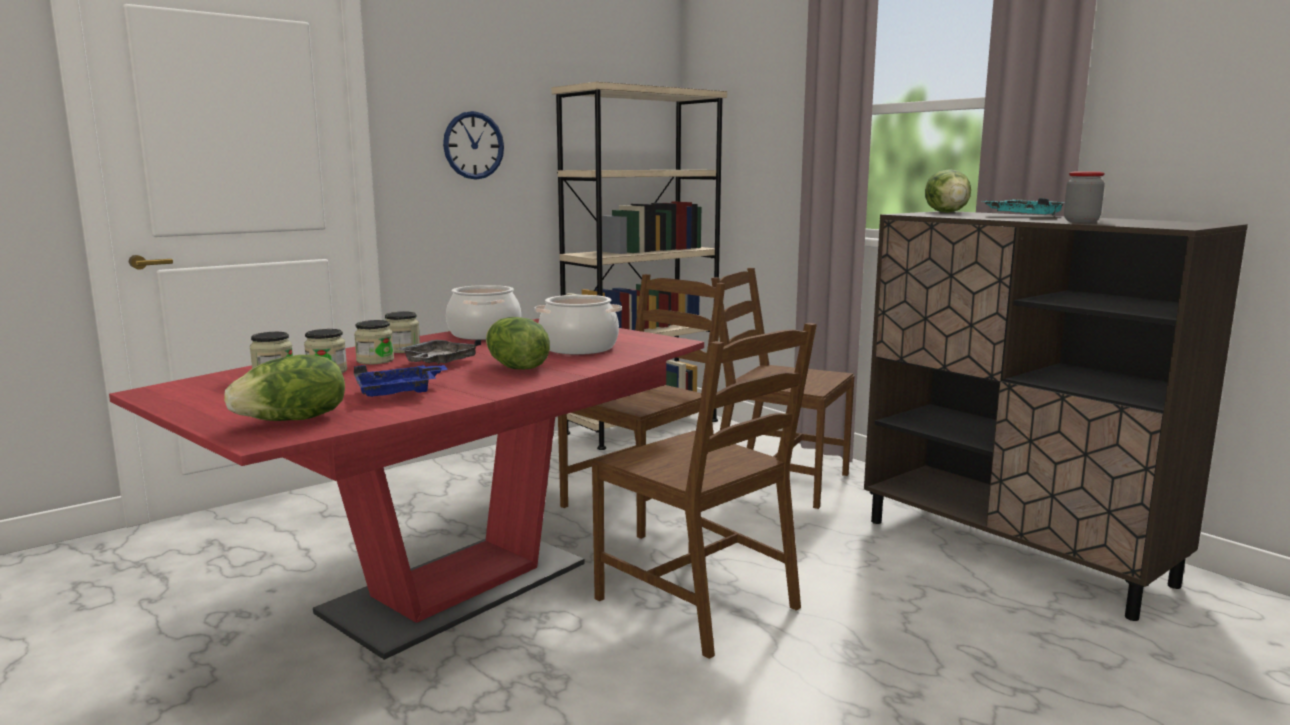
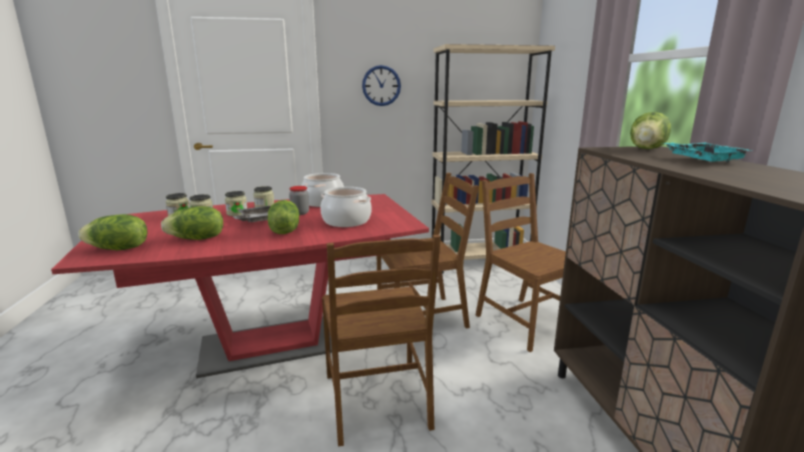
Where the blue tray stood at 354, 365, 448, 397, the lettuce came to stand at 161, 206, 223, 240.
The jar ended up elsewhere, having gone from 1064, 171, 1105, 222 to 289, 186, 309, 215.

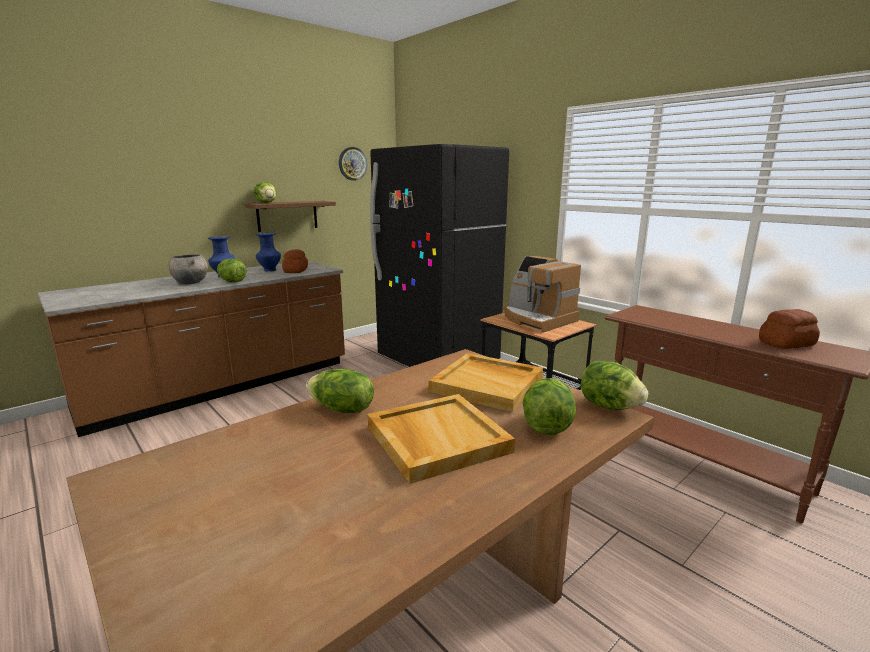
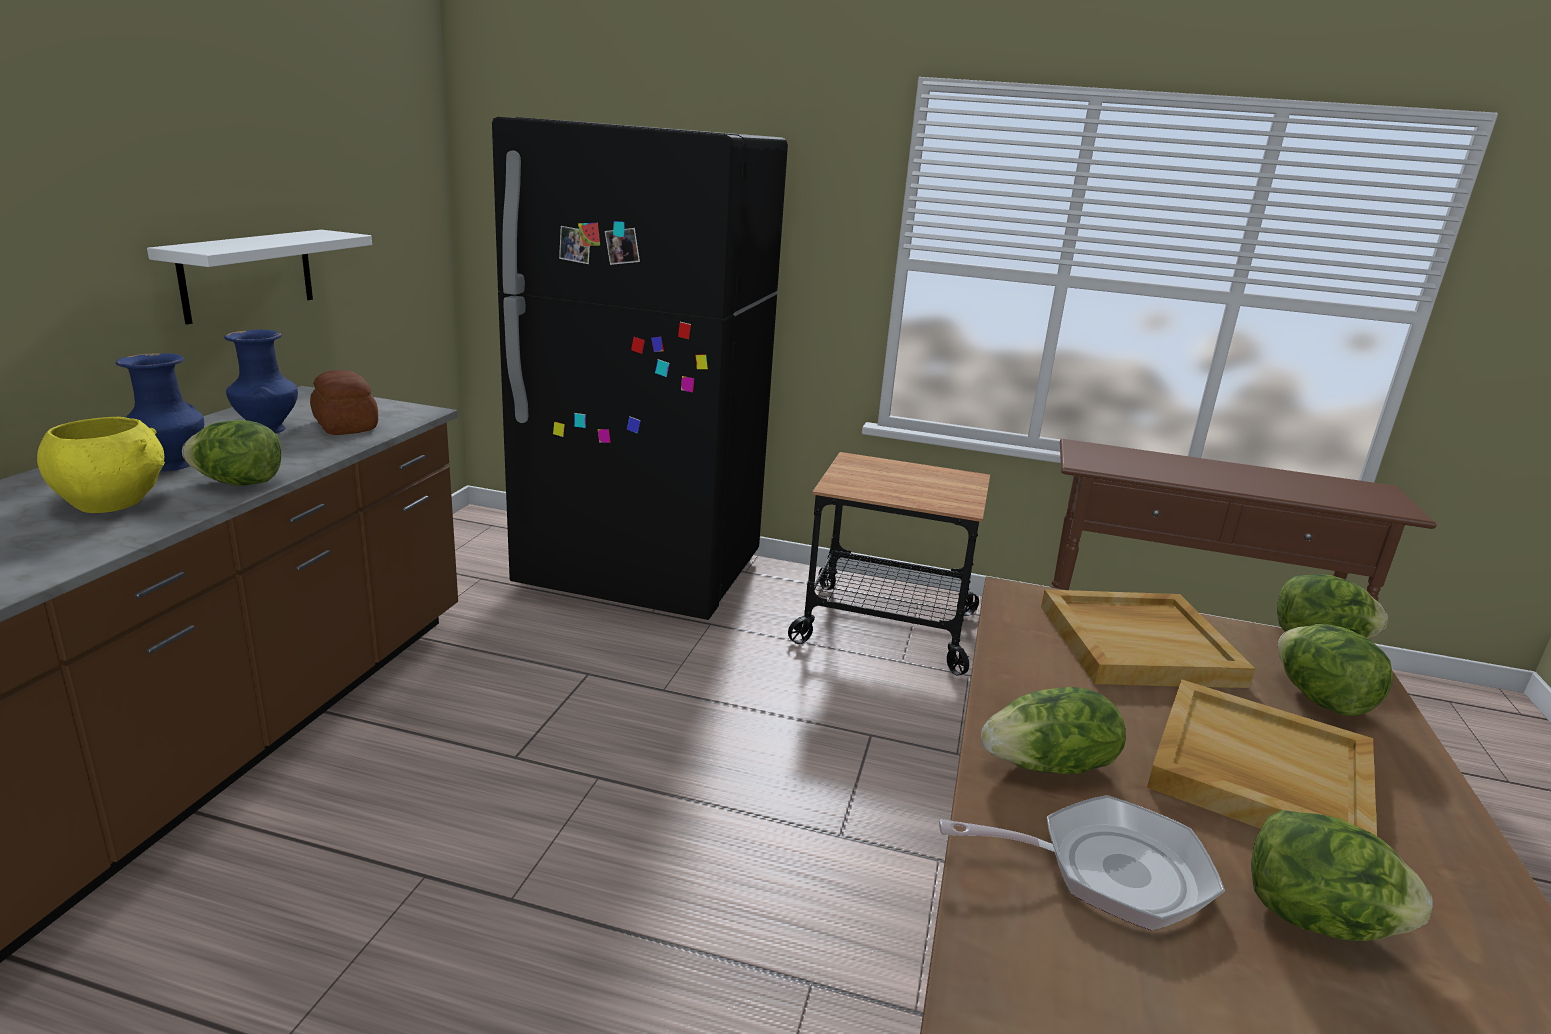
What was the grey bowl at 169, 254, 208, 285 turned into the yellow bowl at 37, 417, 165, 513.
What was the brown shelf at 245, 201, 336, 232 turned into the white shelf at 147, 230, 372, 325.
The second view gained the frying pan at 939, 795, 1225, 930.
The lettuce ended up elsewhere, having gone from 254, 182, 277, 203 to 1251, 810, 1433, 941.
The second view lost the wall clock at 339, 147, 367, 180.
The second view lost the coffee machine at 503, 256, 581, 333.
The second view lost the bread at 759, 309, 820, 349.

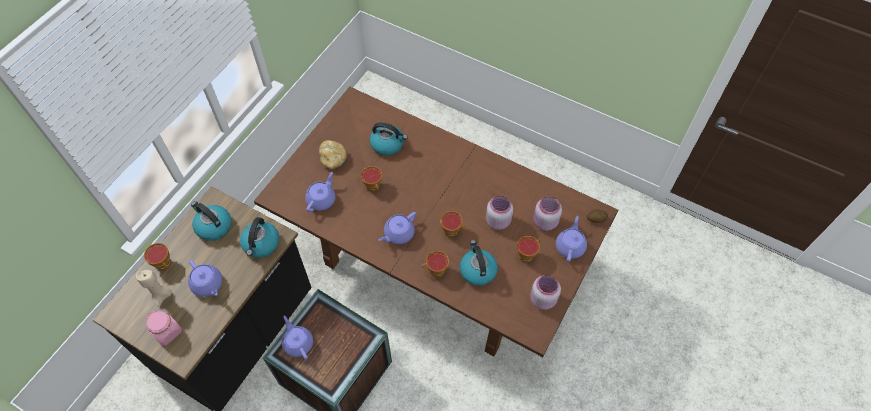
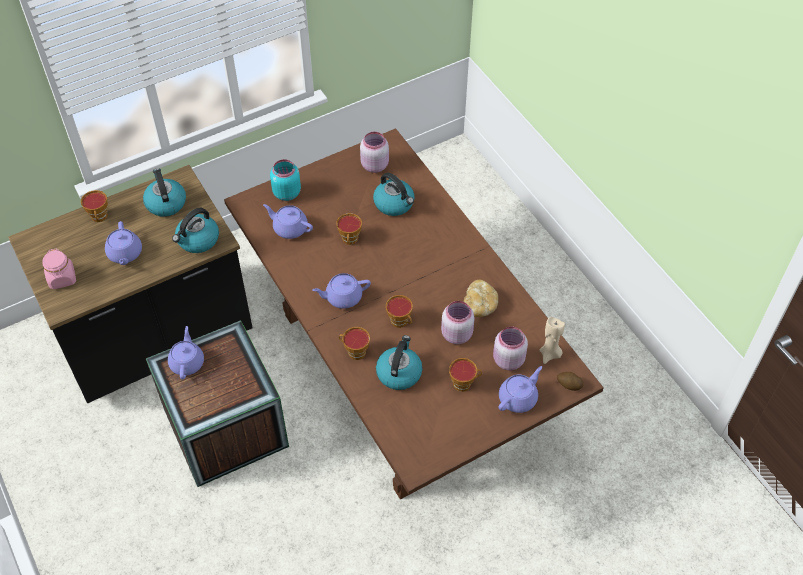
The purple teapot at 305, 172, 335, 212 ended up facing another way, 120 degrees counterclockwise from before.
The second view gained the turquoise jar at 270, 159, 301, 201.
The pink jar ended up elsewhere, having gone from 530, 275, 561, 310 to 360, 132, 389, 173.
The bread ended up elsewhere, having gone from 319, 140, 347, 169 to 464, 280, 498, 317.
The beige candle ended up elsewhere, having gone from 136, 270, 172, 307 to 539, 317, 565, 364.

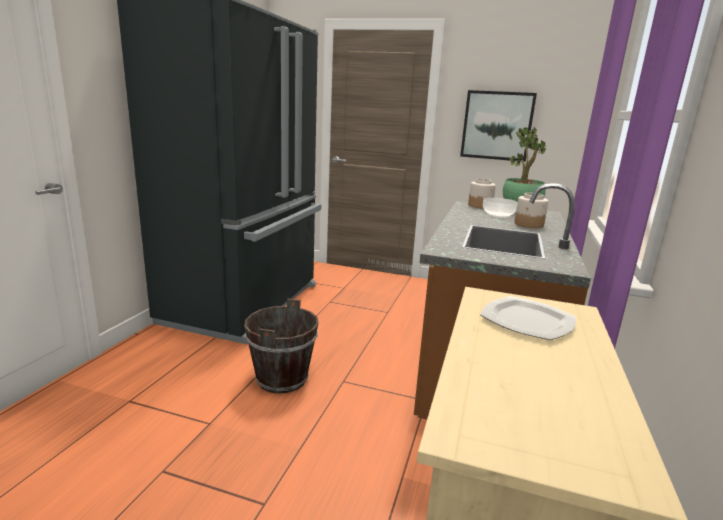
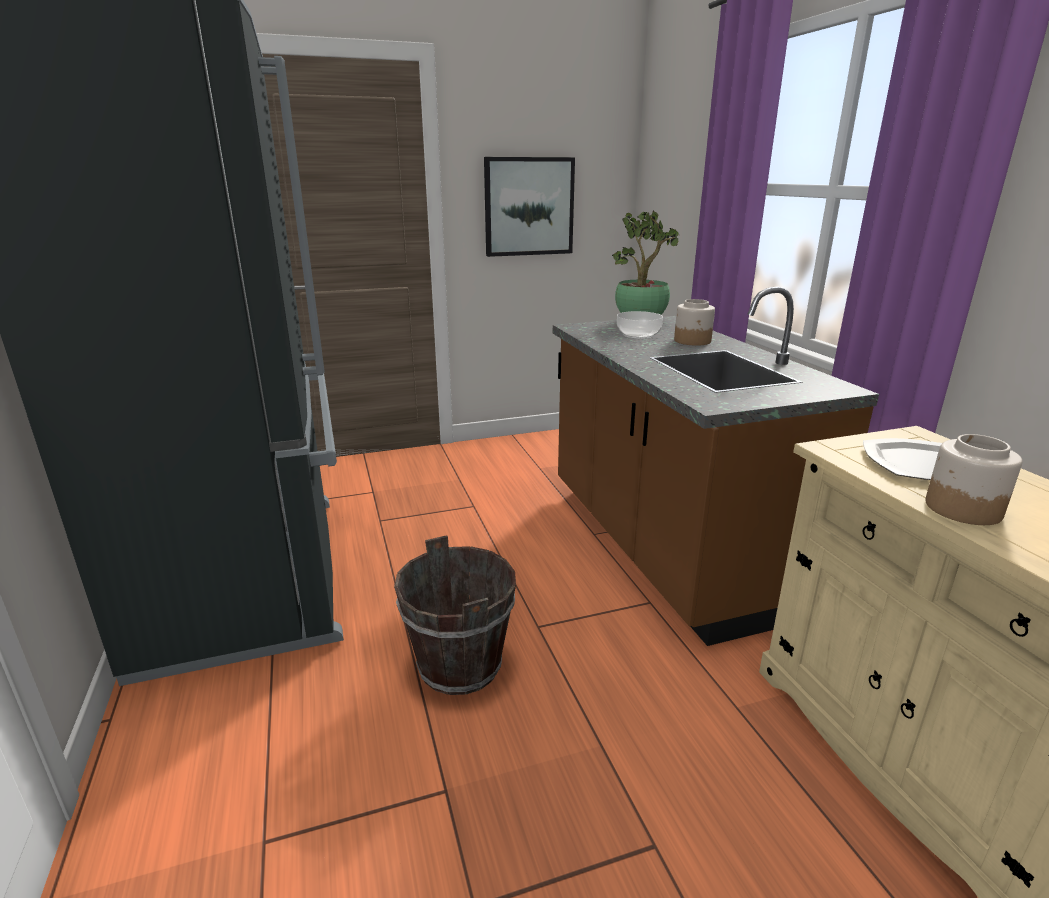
The jar ended up elsewhere, having gone from 468, 179, 496, 209 to 925, 434, 1022, 525.

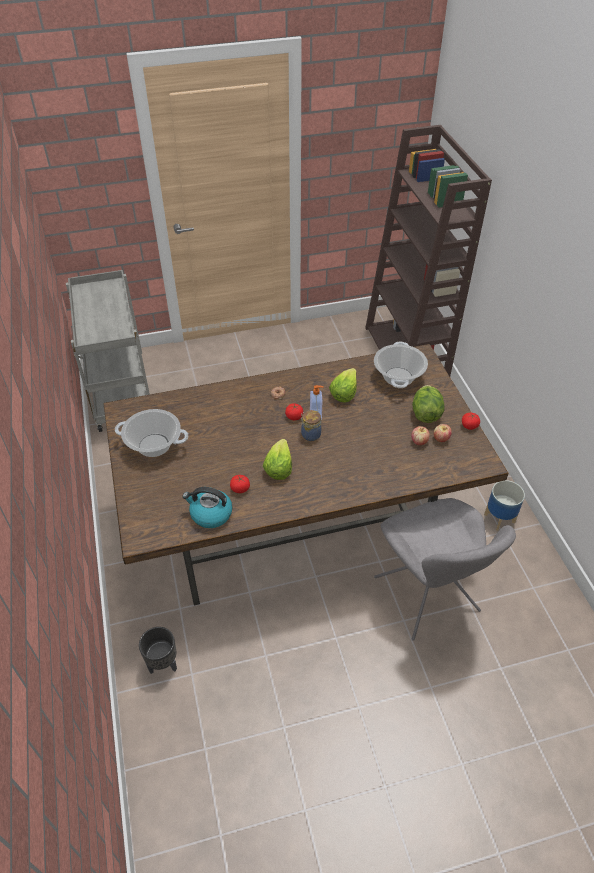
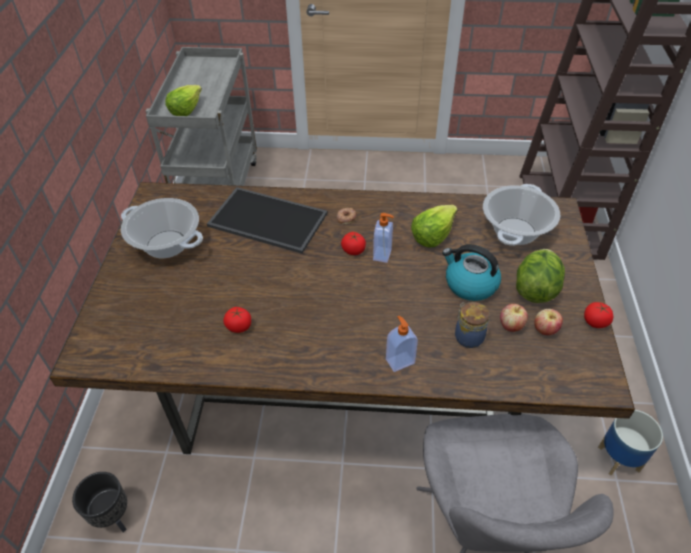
The lettuce ended up elsewhere, having gone from 263, 439, 292, 480 to 165, 85, 202, 116.
The second view gained the tray at 207, 187, 328, 254.
The second view gained the soap dispenser at 386, 316, 418, 372.
The kettle ended up elsewhere, having gone from 182, 487, 232, 528 to 442, 244, 501, 301.
The jar ended up elsewhere, having gone from 300, 410, 321, 441 to 455, 302, 489, 348.

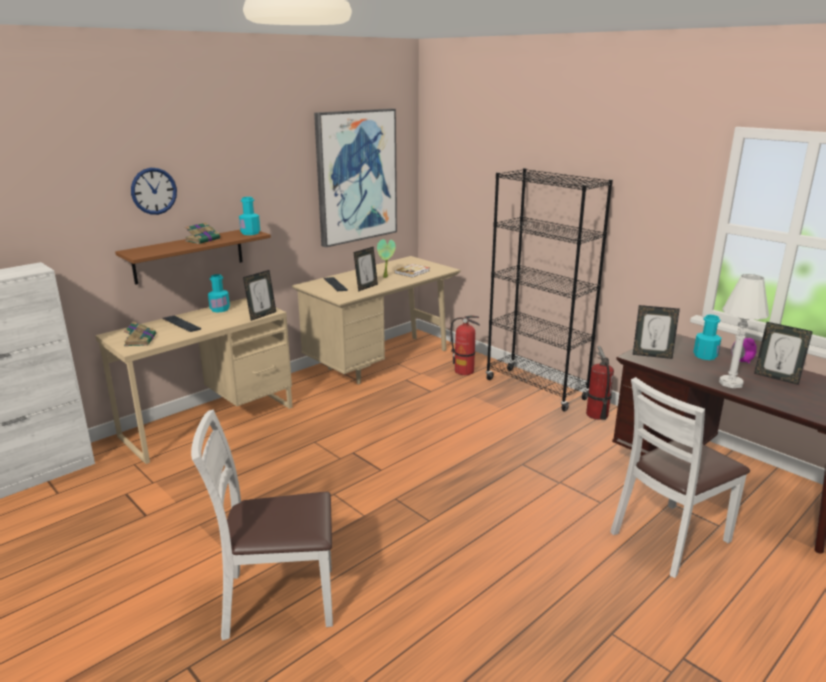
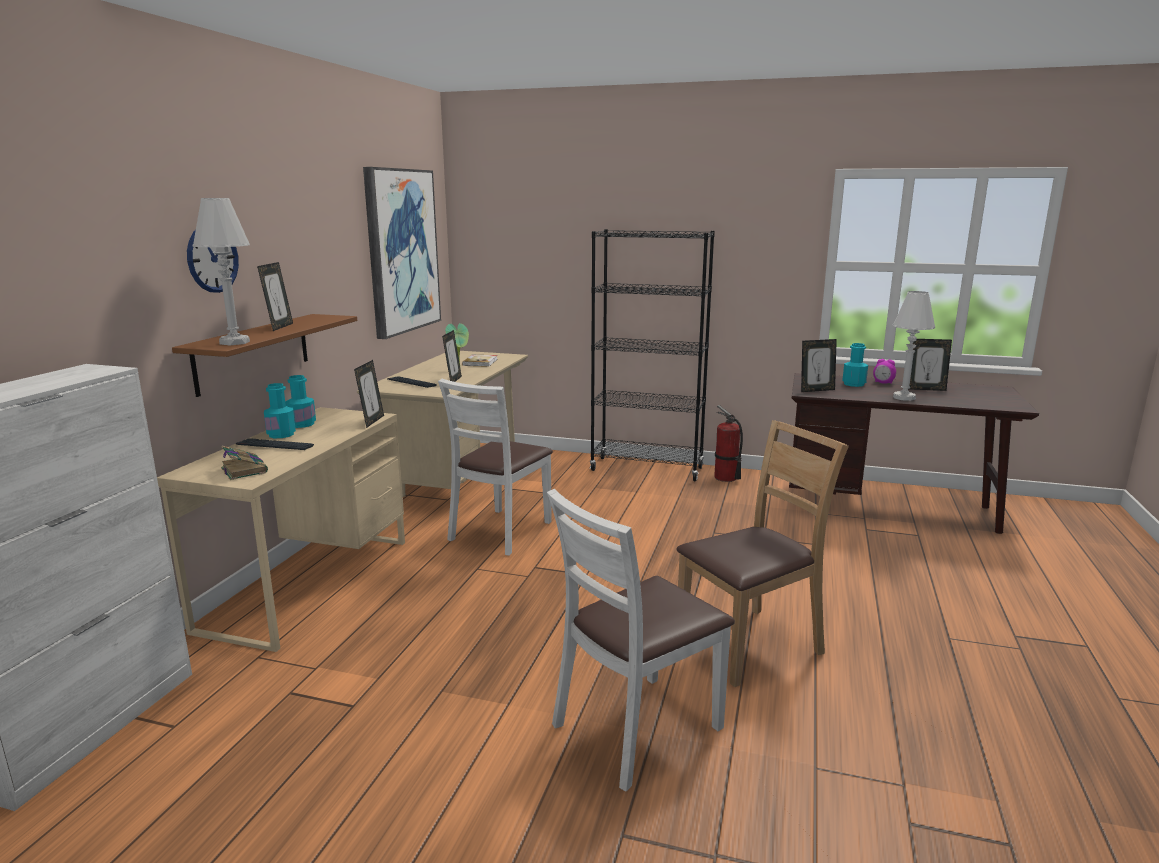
The second view gained the white table lamp at 193, 198, 250, 345.
Where the book stood at 185, 222, 220, 244, the picture frame came to stand at 257, 262, 293, 331.
The turquoise bottle ended up elsewhere, having gone from 239, 197, 260, 235 to 264, 383, 296, 438.
The white chair ended up elsewhere, having gone from 610, 377, 750, 578 to 438, 379, 553, 556.
The second view gained the brown chair at 677, 420, 849, 687.
The second view lost the fire extinguisher at 450, 316, 480, 375.

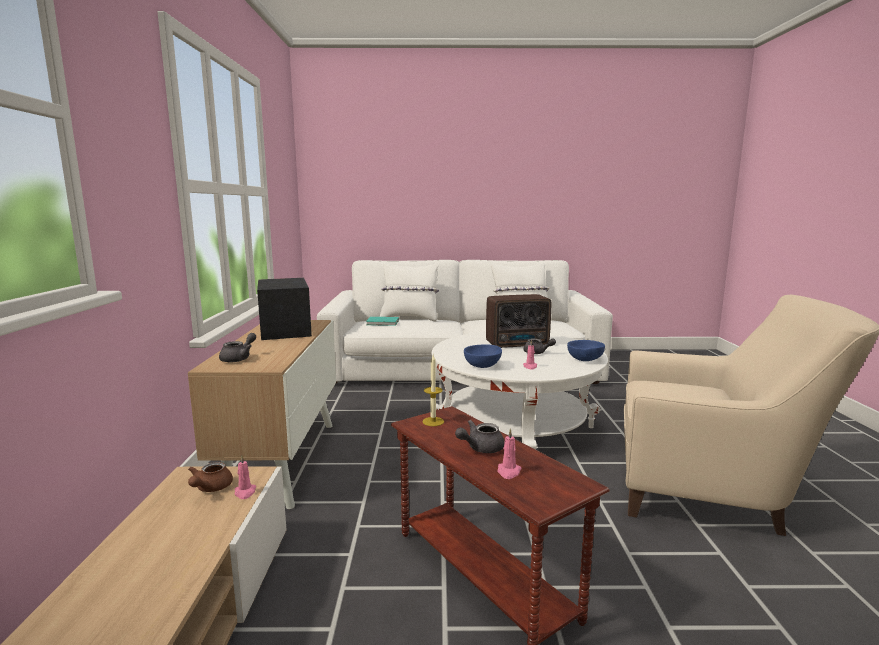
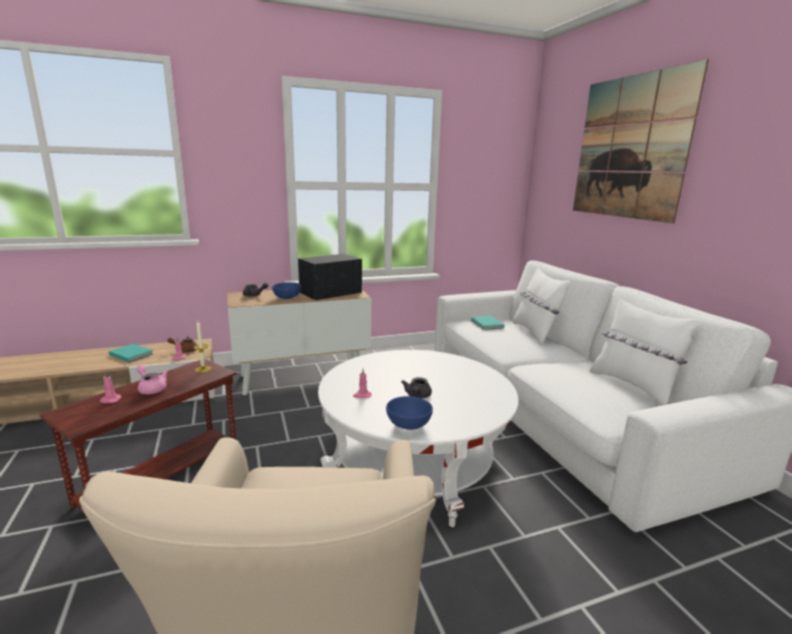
The second view gained the turquoise book at 109, 344, 153, 362.
What was the grey teapot at 455, 420, 505, 453 turned into the pink teapot at 137, 365, 168, 394.
The blue bowl ended up elsewhere, having gone from 464, 345, 502, 368 to 272, 282, 301, 299.
The second view gained the picture at 573, 59, 709, 223.
The second view lost the radio at 486, 294, 551, 348.

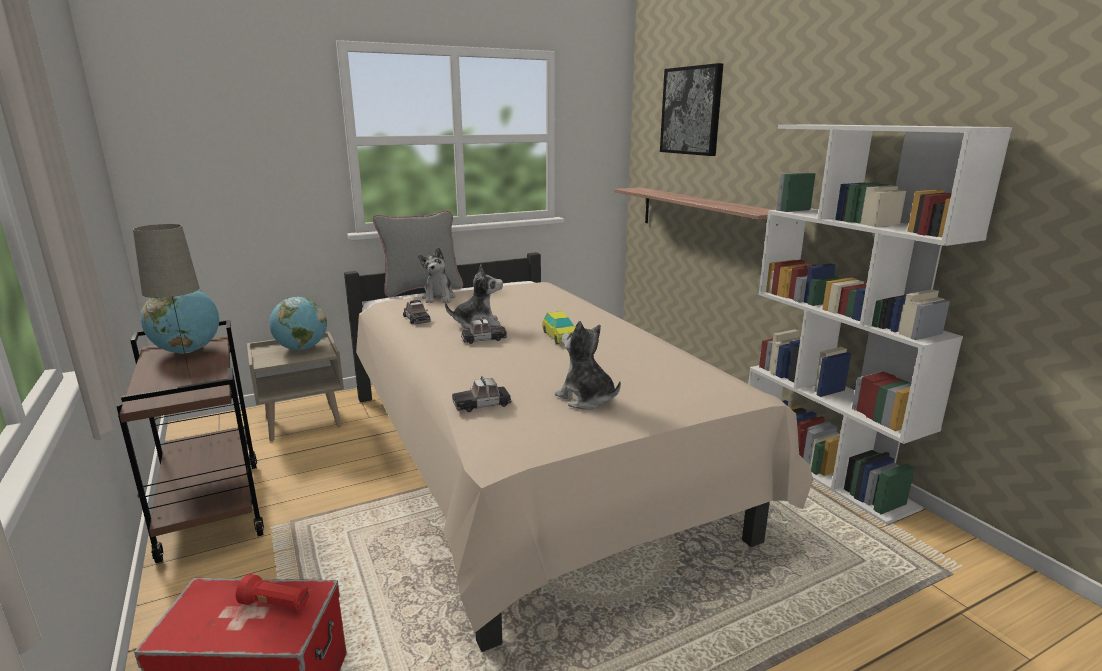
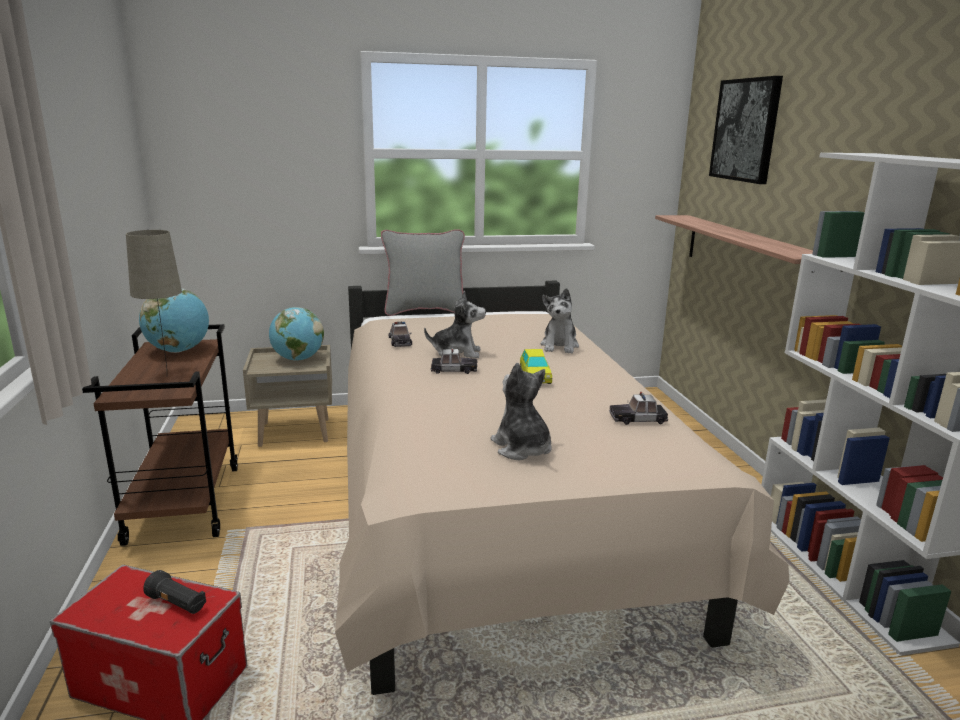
What was the red flashlight at 236, 574, 309, 611 turned into the black flashlight at 143, 570, 206, 614.
The plush toy ended up elsewhere, having gone from 418, 247, 455, 303 to 540, 288, 579, 353.
The toy car ended up elsewhere, having gone from 452, 376, 511, 412 to 609, 392, 668, 425.

